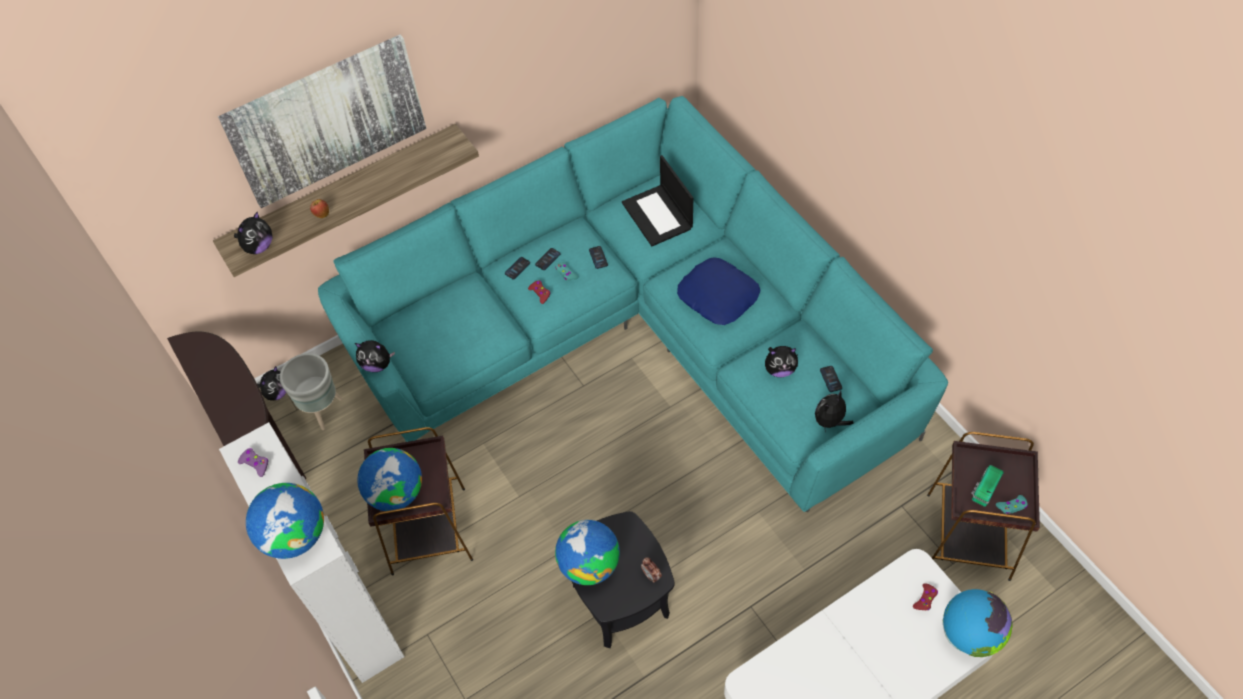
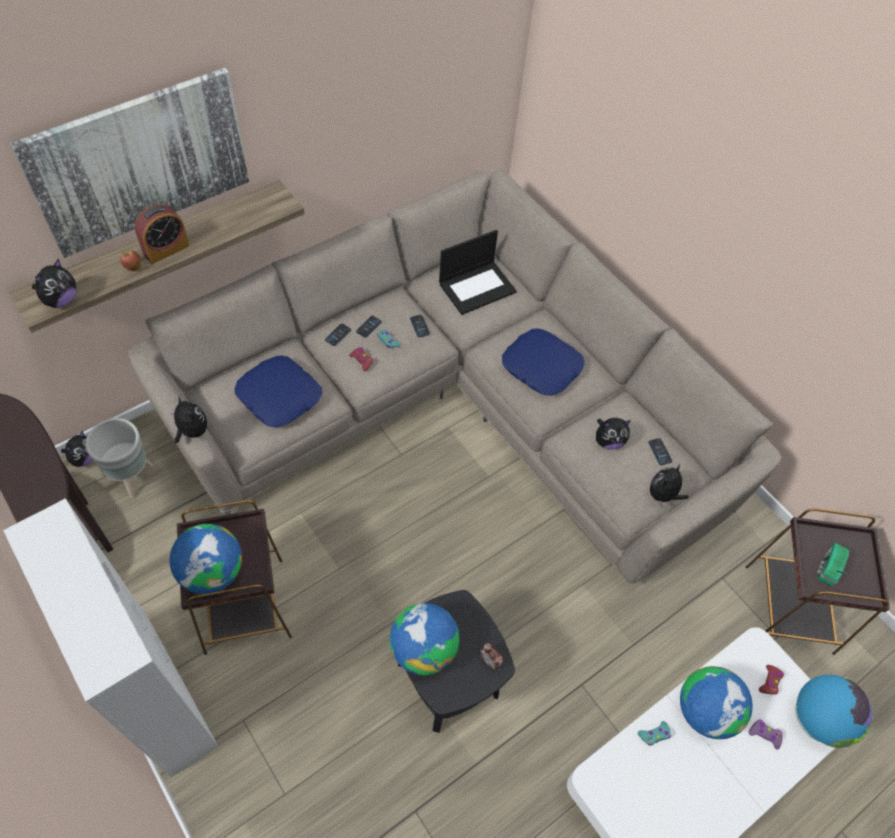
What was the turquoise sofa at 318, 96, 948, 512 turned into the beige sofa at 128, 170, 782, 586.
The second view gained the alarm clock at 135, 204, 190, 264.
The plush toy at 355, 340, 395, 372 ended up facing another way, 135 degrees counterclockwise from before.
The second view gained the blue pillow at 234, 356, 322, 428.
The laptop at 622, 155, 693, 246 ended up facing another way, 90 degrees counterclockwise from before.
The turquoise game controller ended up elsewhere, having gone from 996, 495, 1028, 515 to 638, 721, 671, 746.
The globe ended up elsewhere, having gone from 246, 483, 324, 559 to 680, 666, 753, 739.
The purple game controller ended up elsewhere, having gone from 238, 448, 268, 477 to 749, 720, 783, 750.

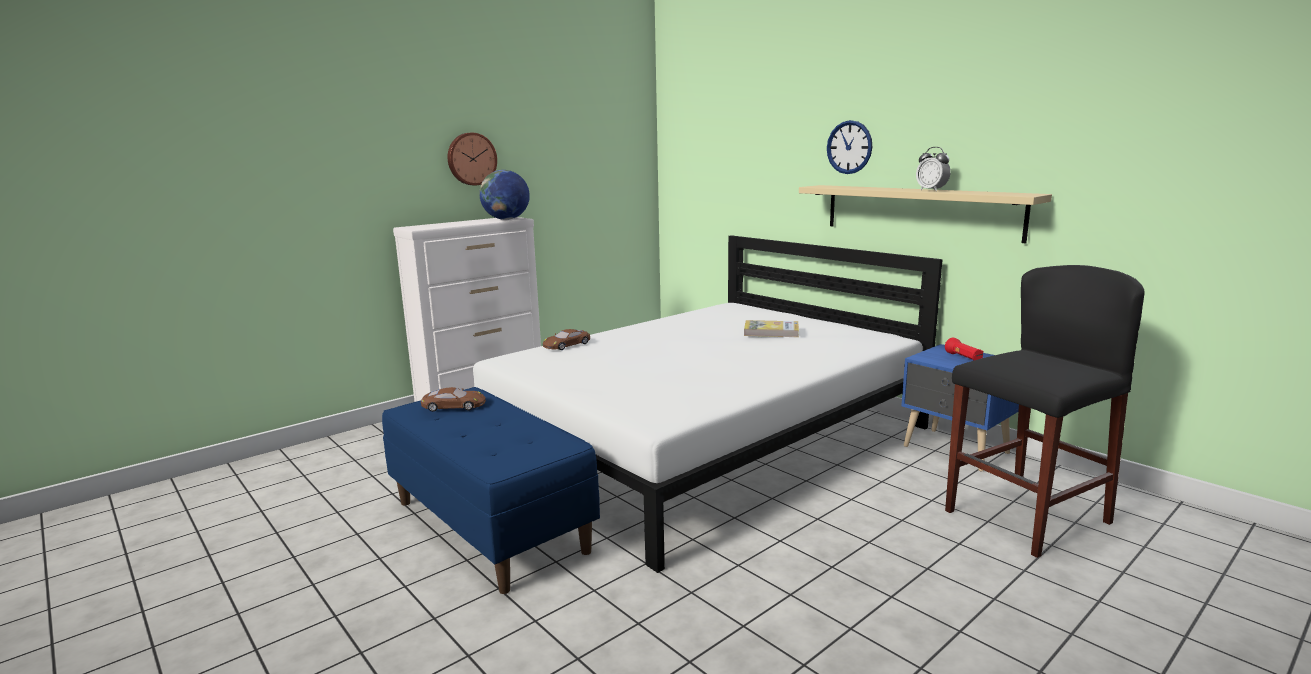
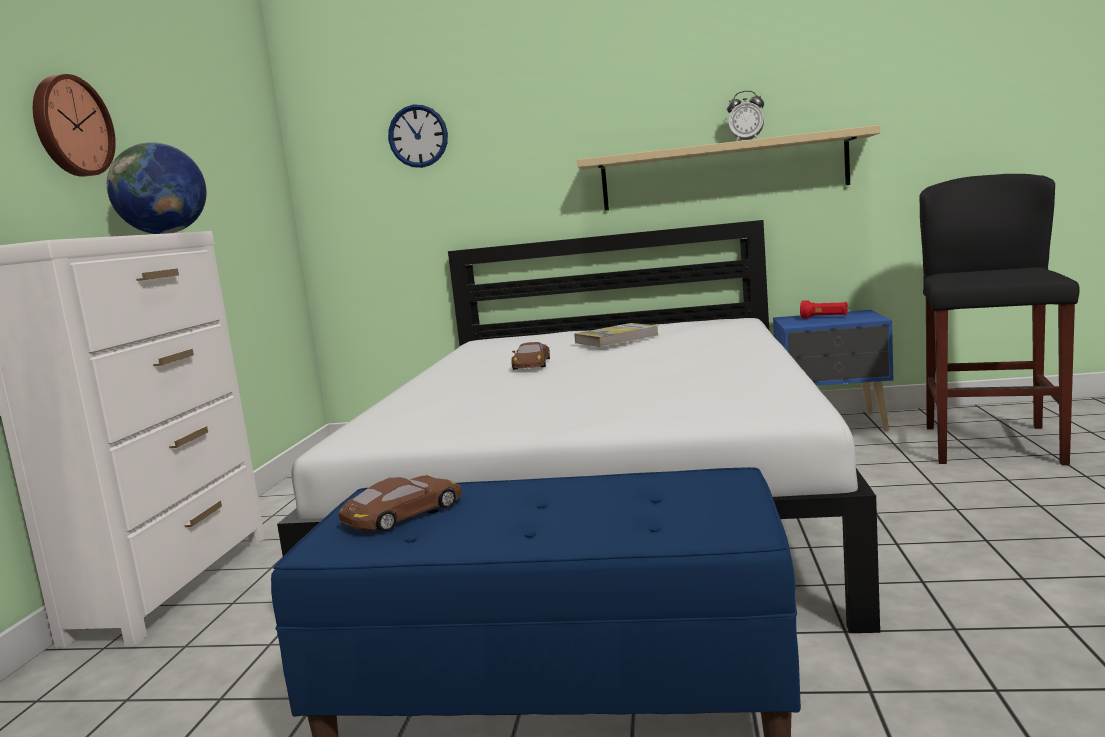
The wall clock ended up elsewhere, having gone from 827, 120, 872, 174 to 388, 104, 448, 168.
The brown toy car ended up elsewhere, having gone from 543, 329, 590, 350 to 511, 342, 550, 370.

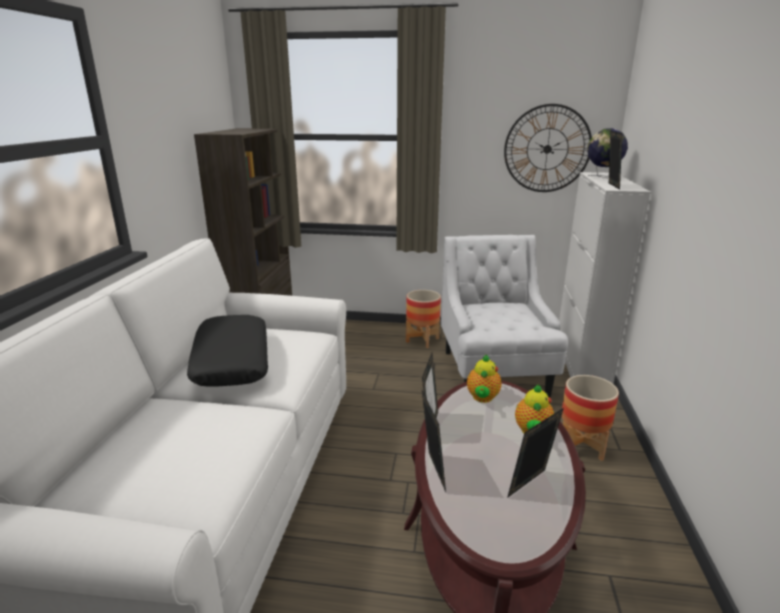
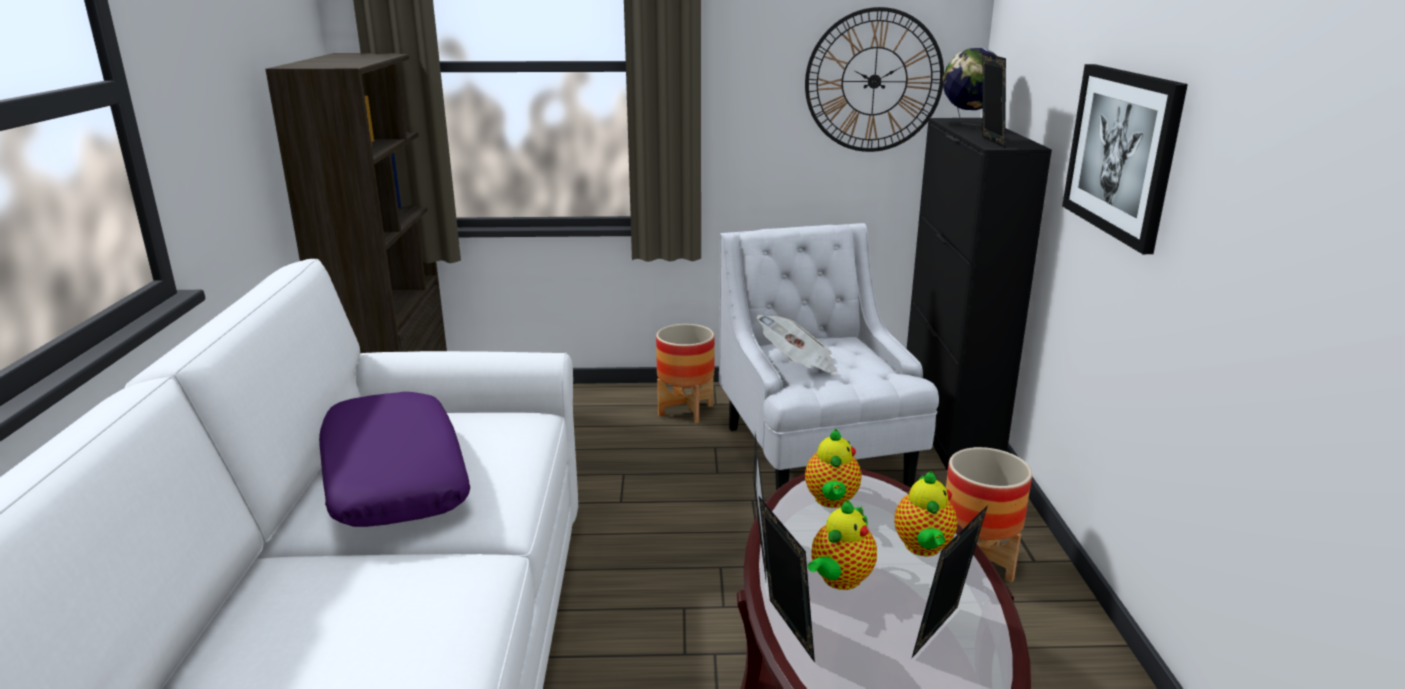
What was the black pillow at 187, 315, 268, 387 turned into the purple pillow at 319, 392, 470, 527.
The second view gained the newspaper at 757, 315, 839, 375.
The second view gained the teapot at 808, 500, 877, 590.
What was the white cabinet at 559, 172, 651, 384 turned into the black cabinet at 907, 118, 1052, 470.
The second view gained the picture at 1062, 64, 1188, 254.

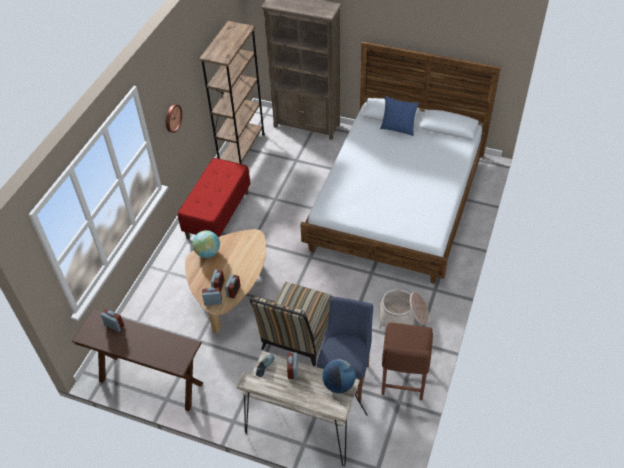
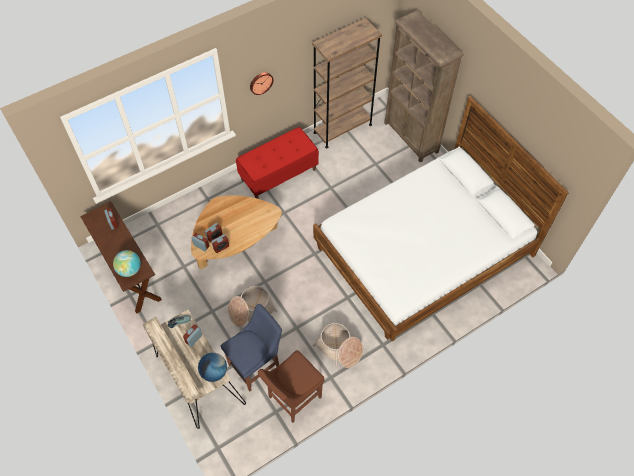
The globe ended up elsewhere, having gone from 192, 230, 220, 258 to 113, 250, 141, 277.
Where the chair stood at 250, 282, 334, 366, the basket came to stand at 228, 286, 278, 327.
The second view lost the blue pillow at 380, 96, 419, 136.

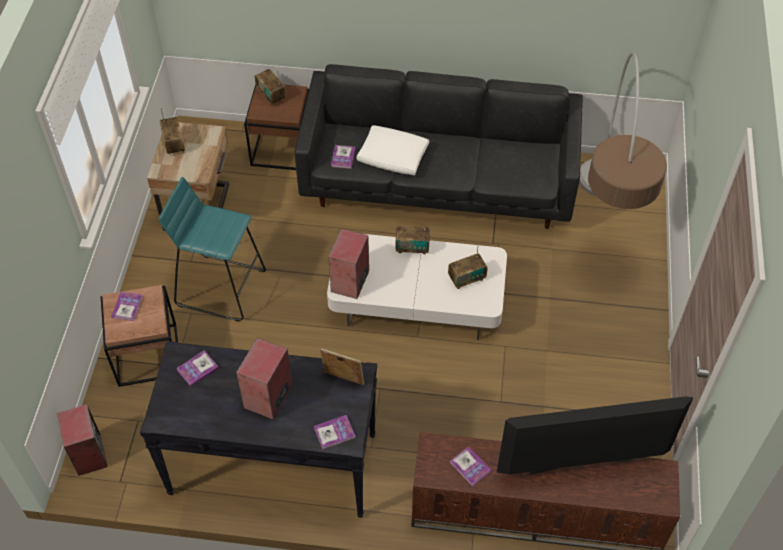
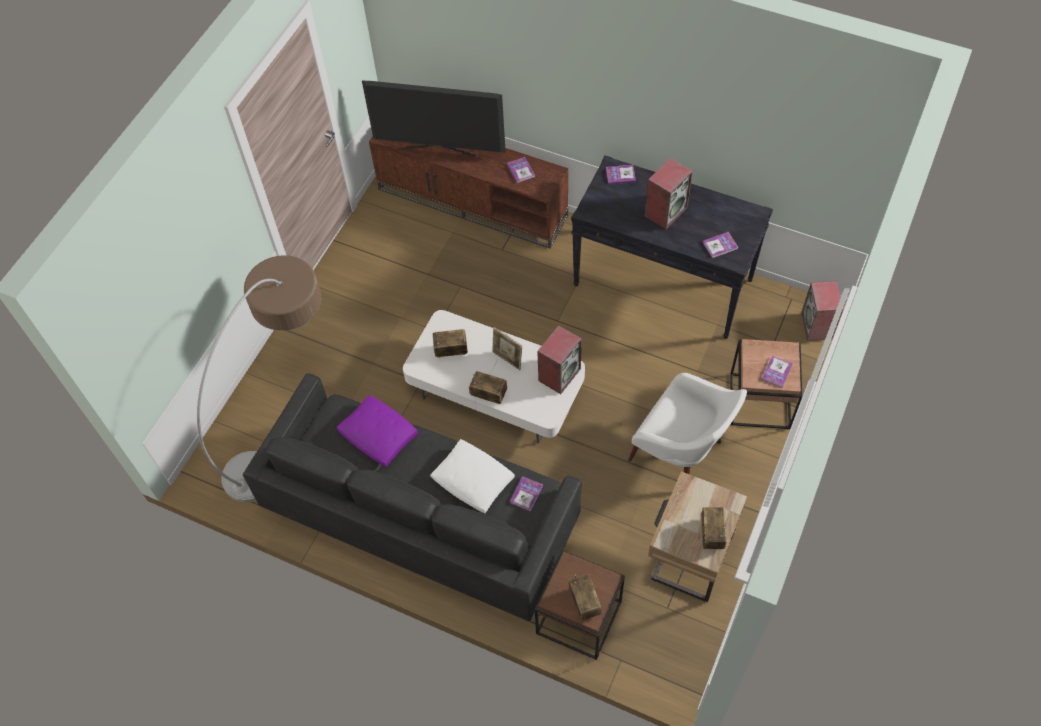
The second view gained the purple pillow at 337, 395, 419, 467.
The picture frame ended up elsewhere, having gone from 320, 348, 364, 385 to 492, 327, 522, 370.
Where the turquoise stool stood at 159, 177, 266, 321, the white armchair came to stand at 628, 373, 747, 474.

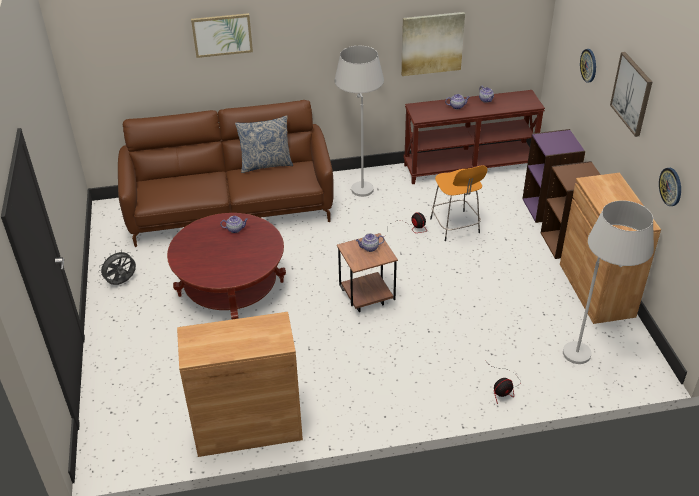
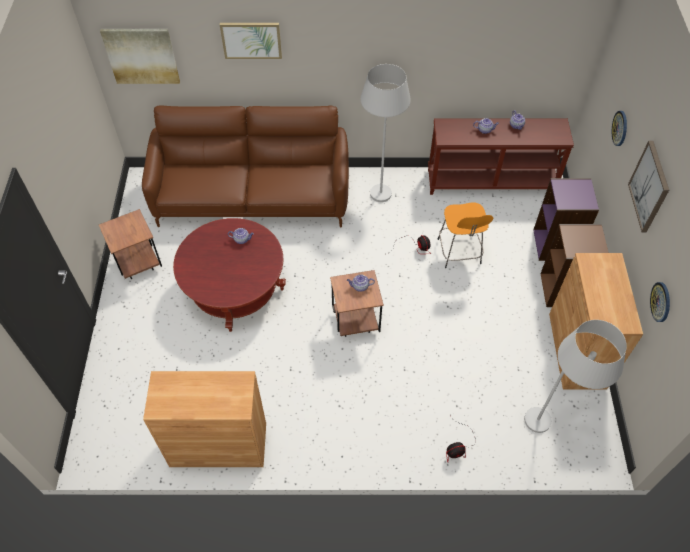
Where the grey fan stood at 98, 250, 136, 285, the brown side table came to stand at 99, 209, 162, 279.
The picture ended up elsewhere, having gone from 401, 12, 465, 76 to 100, 29, 180, 84.
The second view lost the pillow at 235, 115, 293, 173.

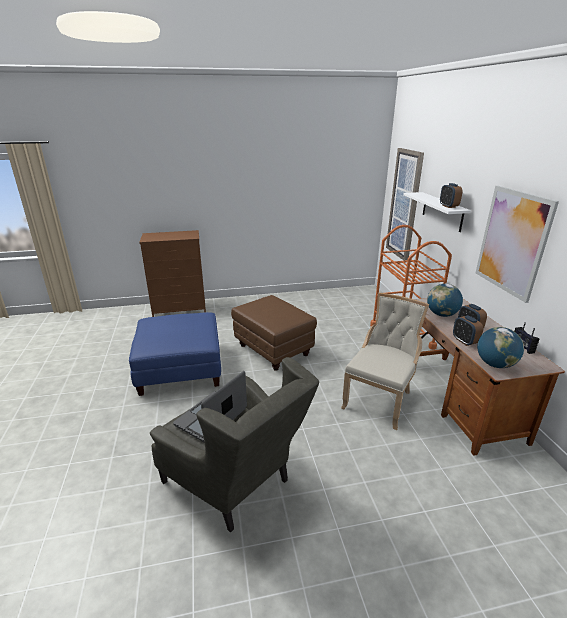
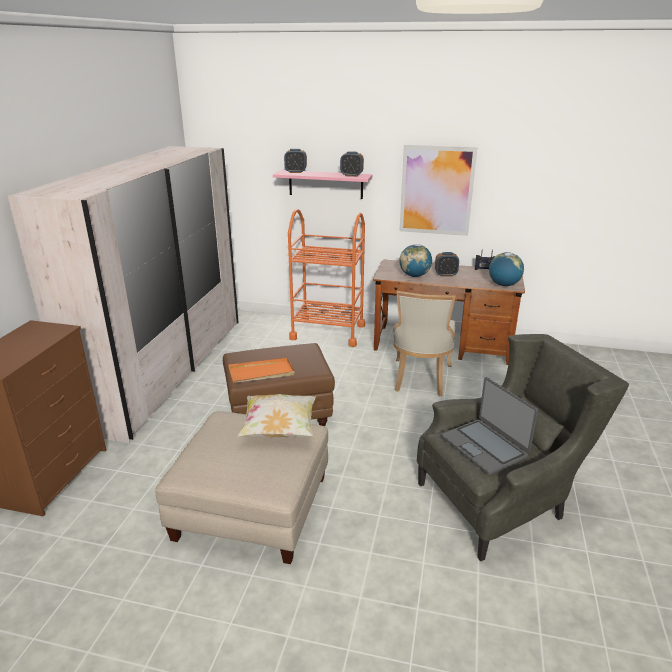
The second view gained the white wardrobe at 8, 146, 239, 443.
What was the blue ottoman at 129, 312, 221, 396 turned into the beige ottoman at 155, 411, 328, 564.
The second view gained the orange tray at 229, 357, 295, 383.
The second view gained the pillow at 237, 394, 316, 437.
What was the white shelf at 403, 192, 471, 232 turned into the pink shelf at 273, 170, 373, 199.
The alarm clock ended up elsewhere, having gone from 453, 315, 483, 346 to 284, 149, 307, 173.
The beige chair at 341, 293, 429, 430 ended up facing another way, 135 degrees counterclockwise from before.
The second view lost the picture at 386, 148, 424, 261.

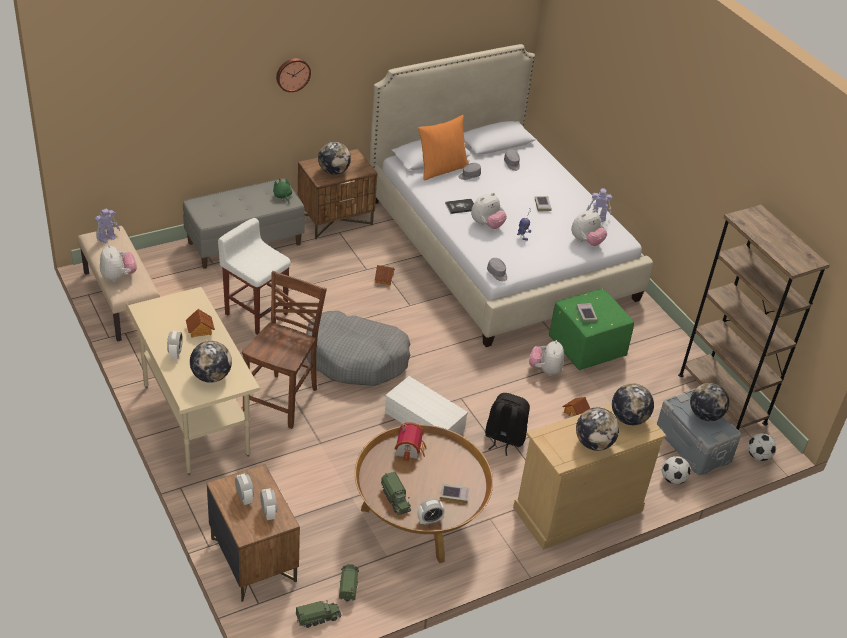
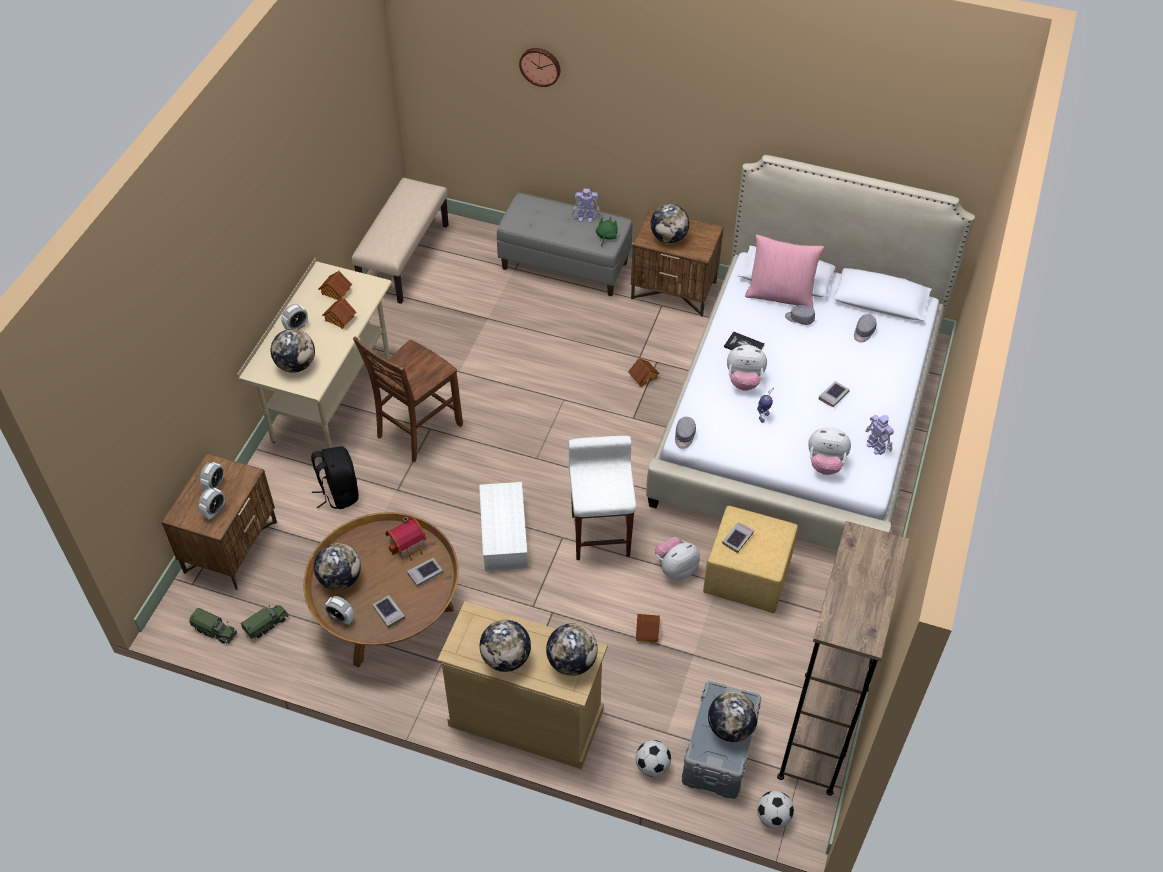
The black backpack ended up elsewhere, having gone from 485, 393, 530, 456 to 311, 446, 359, 509.
Where the toy truck stood at 381, 472, 411, 515, the globe came to stand at 314, 543, 361, 590.
The second view gained the toy house at 319, 271, 352, 300.
The brown chair at 242, 271, 327, 429 ended up facing another way, 150 degrees clockwise from before.
The second view gained the book at 407, 558, 443, 587.
The wall clock ended up elsewhere, having gone from 276, 58, 311, 92 to 519, 48, 561, 87.
The white stool ended up elsewhere, having gone from 218, 218, 291, 335 to 569, 436, 636, 560.
The toy robot ended up elsewhere, having gone from 95, 208, 120, 243 to 572, 189, 601, 223.
What was the green ottoman at 549, 288, 634, 370 turned into the yellow ottoman at 703, 506, 798, 613.
What was the orange pillow at 418, 115, 469, 181 turned into the pink pillow at 745, 235, 824, 308.
The second view lost the plush toy at 100, 244, 137, 282.
The second view lost the grey dog bed at 306, 311, 410, 386.

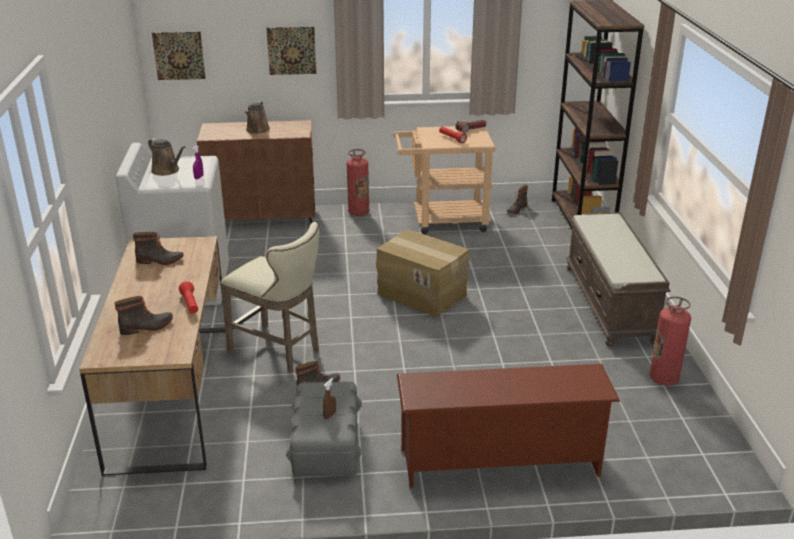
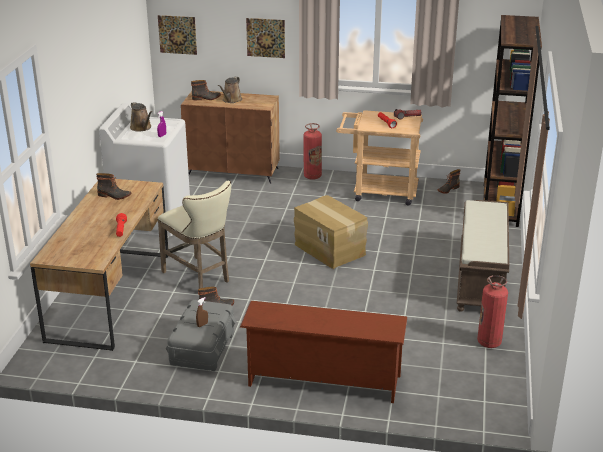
The boot ended up elsewhere, having gone from 115, 296, 173, 335 to 191, 80, 221, 100.

